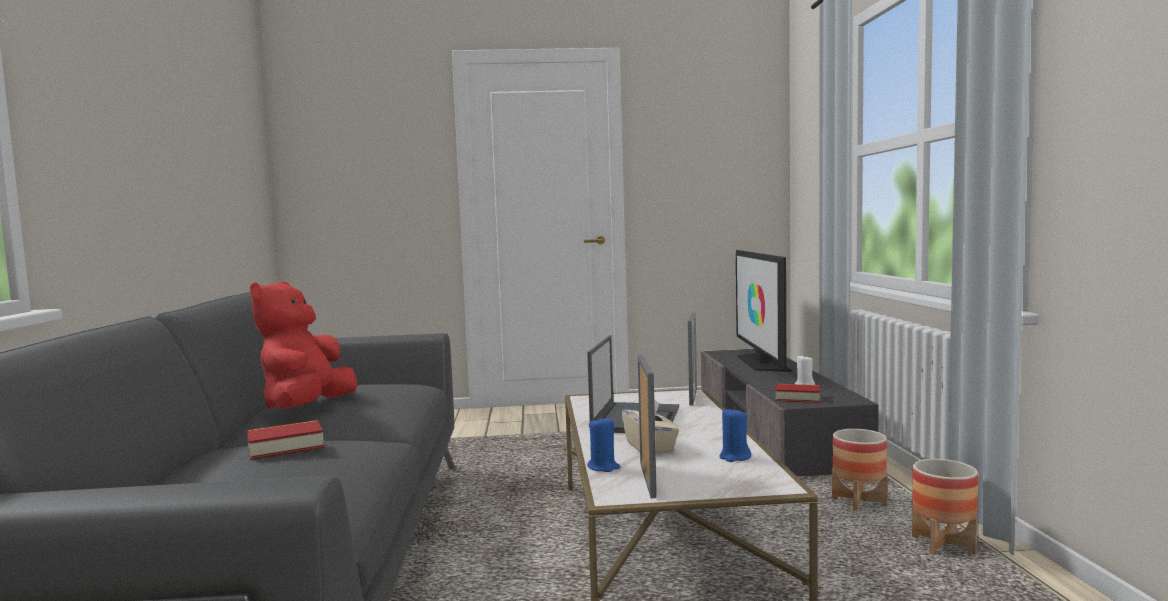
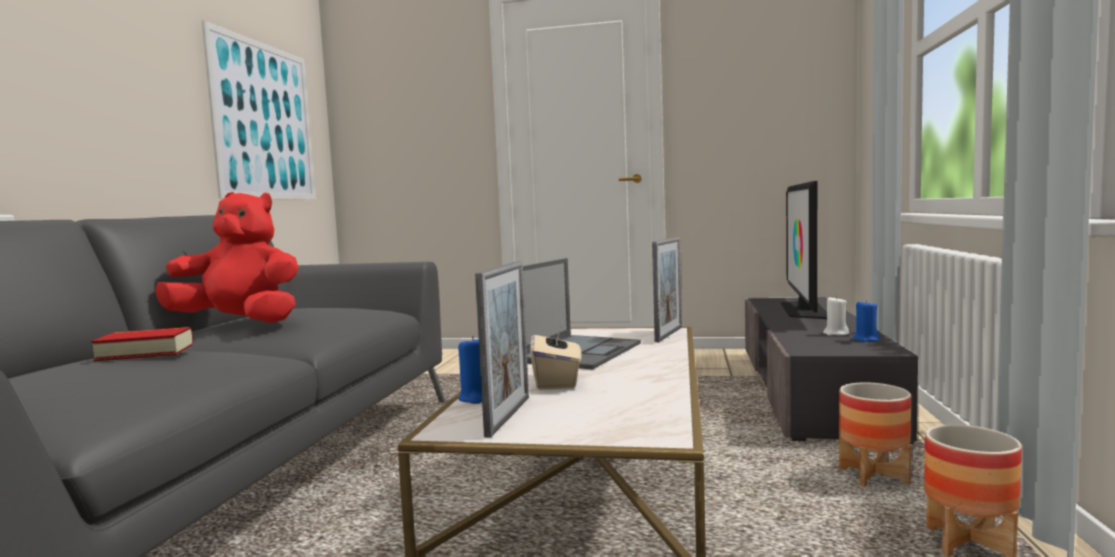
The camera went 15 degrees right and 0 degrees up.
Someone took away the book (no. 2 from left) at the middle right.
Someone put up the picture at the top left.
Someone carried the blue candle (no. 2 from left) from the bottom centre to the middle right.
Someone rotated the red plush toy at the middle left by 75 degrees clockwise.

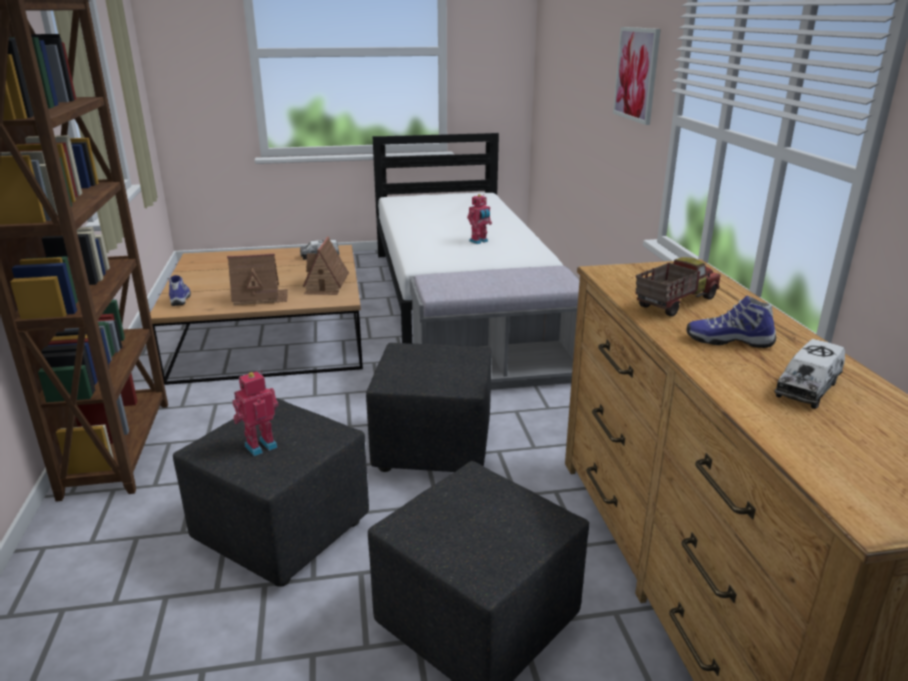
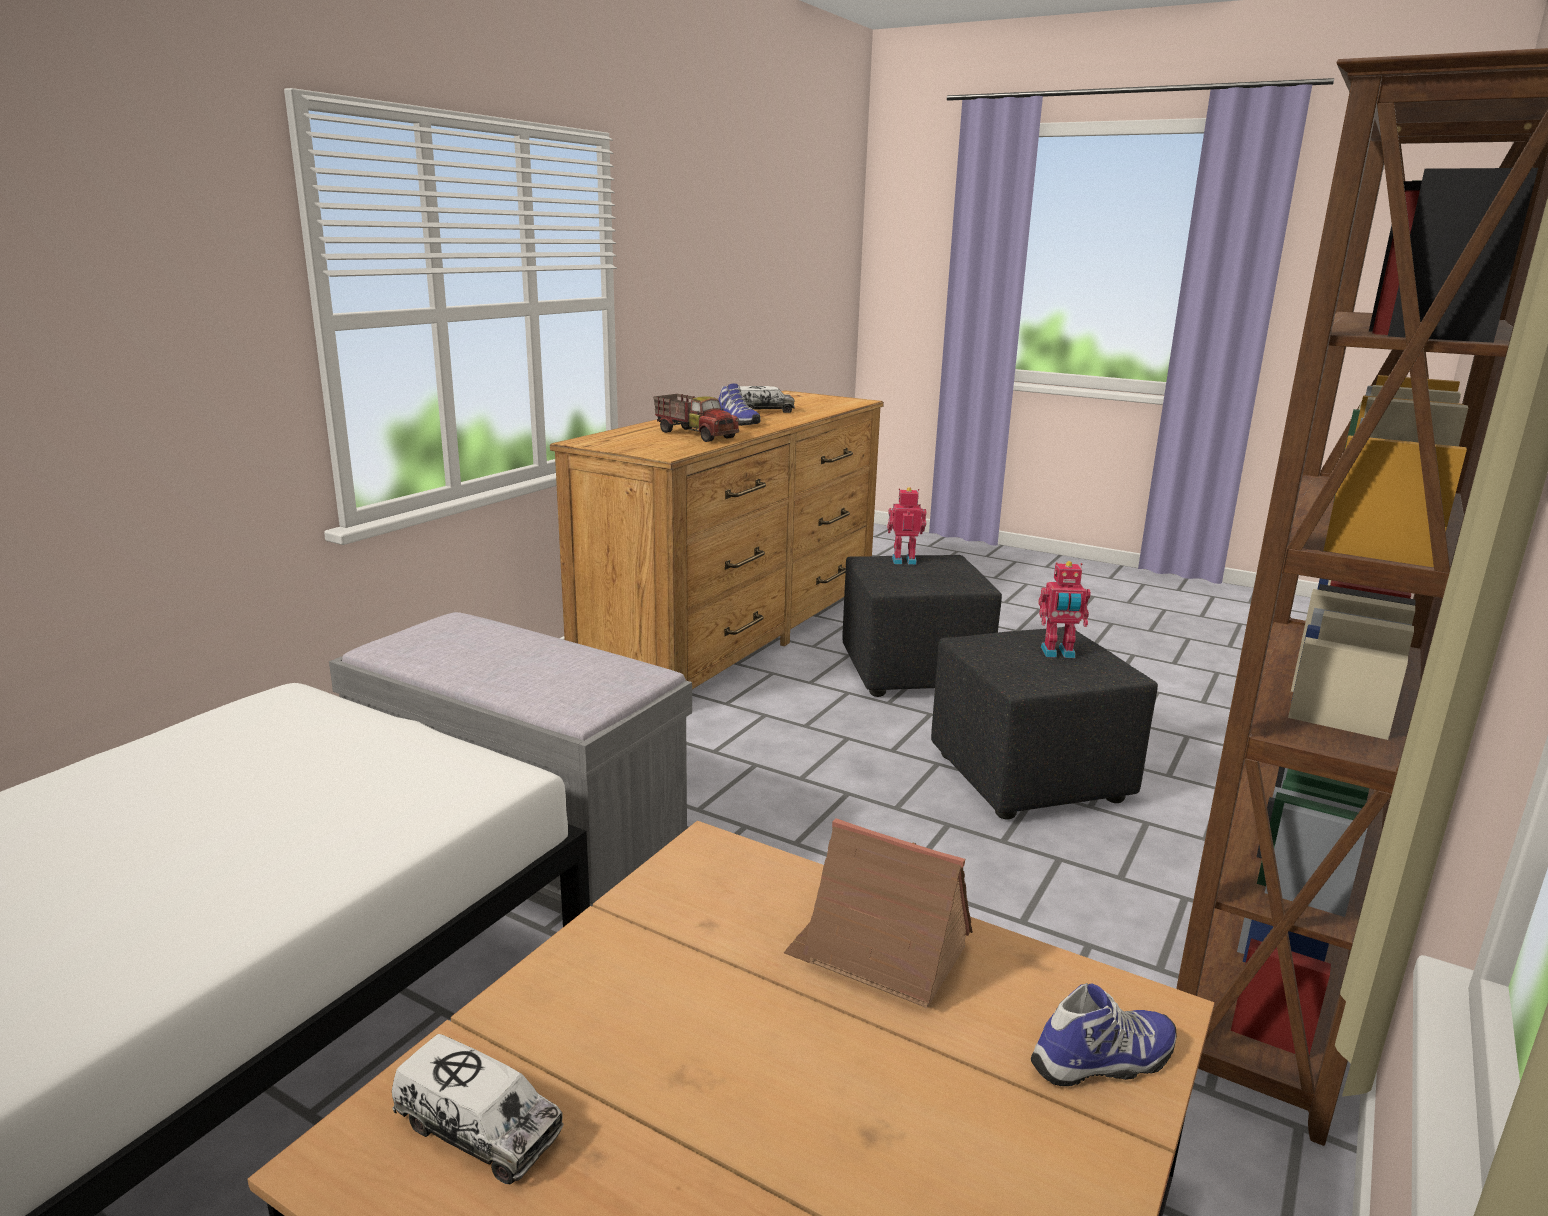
The camera went 140 degrees left and 5 degrees down.
Someone took away the toy house (no. 2 from left) at the centre.
Someone took away the black ottoman (no. 2 from left) at the centre.
Someone took away the picture at the top right.
Someone carried the toy robot (no. 2 from left in the first image) from the top centre to the centre.
Someone rotated the shoe (no. 1 from left in the first image) at the middle left by 135 degrees counterclockwise.
Someone rotated the toy truck (no. 2 from left) at the middle right by 135 degrees counterclockwise.

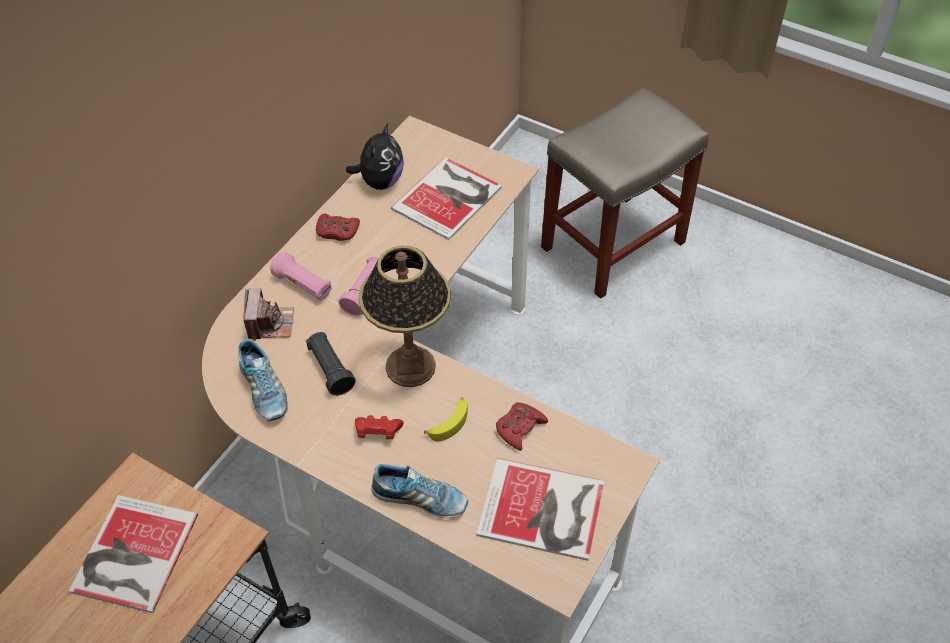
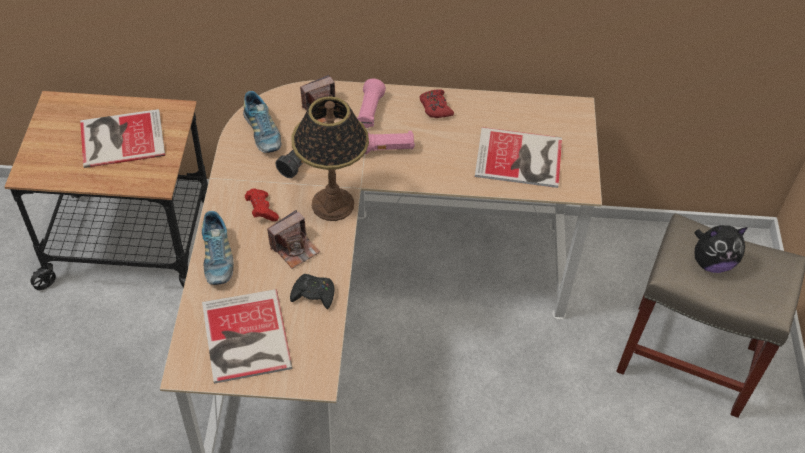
The camera went 60 degrees right and 0 degrees up.
Someone carried the plush toy from the top centre to the middle right.
Someone swapped the banana at the centre for the photo camera (no. 1 from left) at the centre.
Someone repainted the red game controller (no. 3 from left) at the centre, which became the black game controller at the centre.
Someone rotated the shoe (no. 1 from left in the first image) at the middle left by 60 degrees counterclockwise.

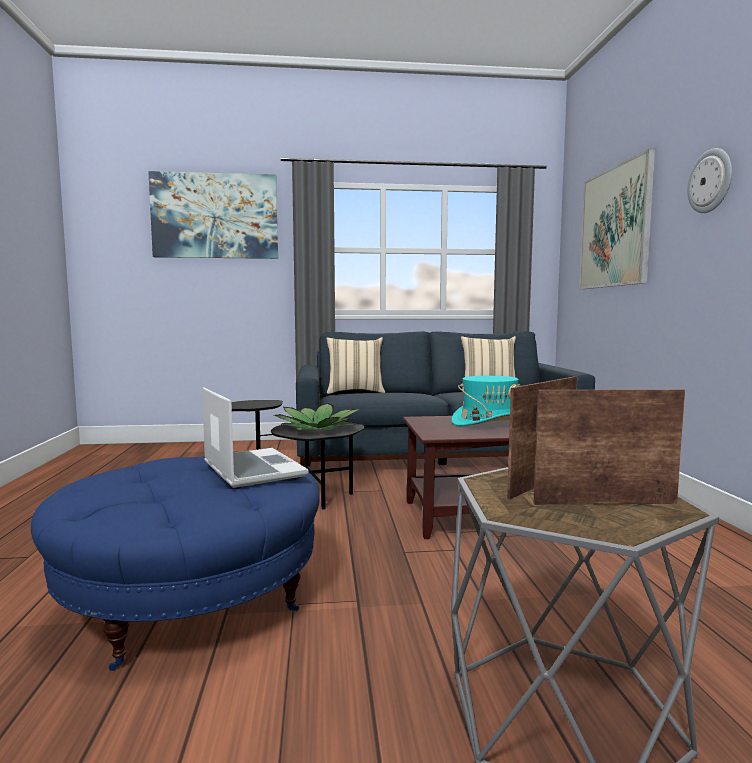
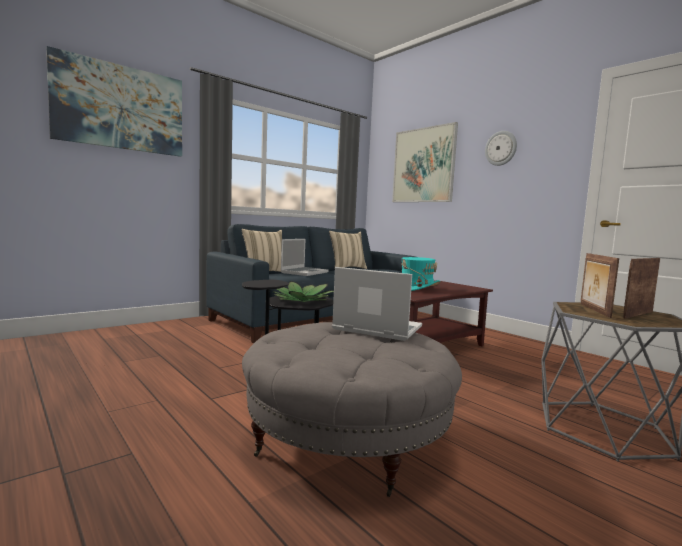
The camera went 35 degrees left and 0 degrees up.
Someone put down the laptop (no. 1 from left) at the centre.
Someone repainted the blue ottoman at the bottom left, which became the grey ottoman at the bottom centre.

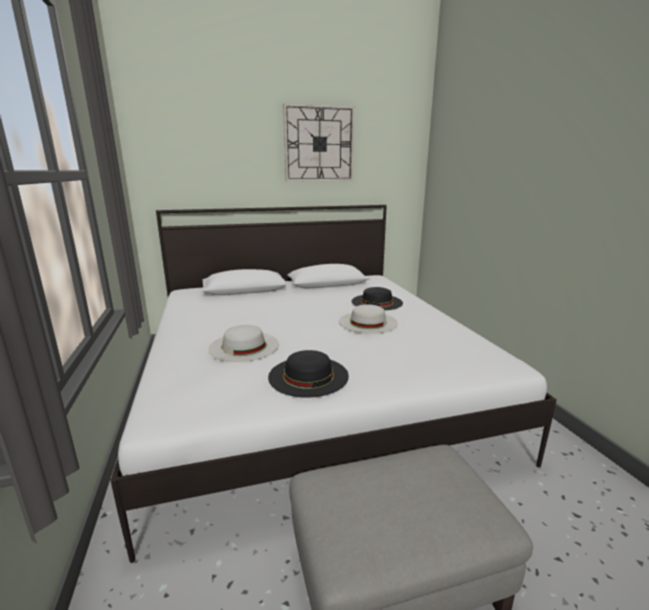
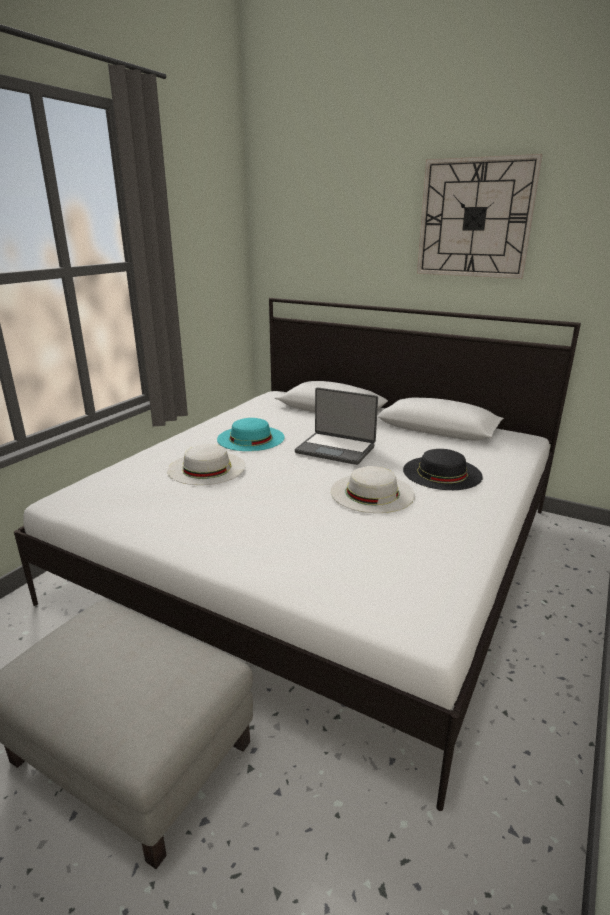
The camera went 45 degrees right and 5 degrees up.
Someone took away the black hat (no. 1 from left) at the centre.
Someone put down the turquoise hat at the centre.
Someone put down the laptop at the centre.

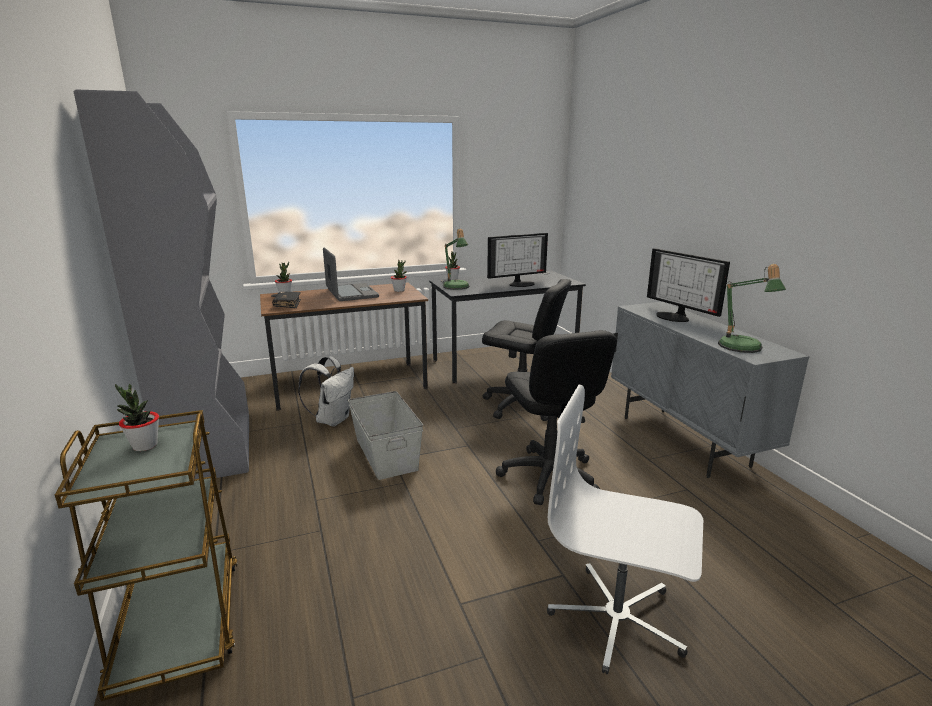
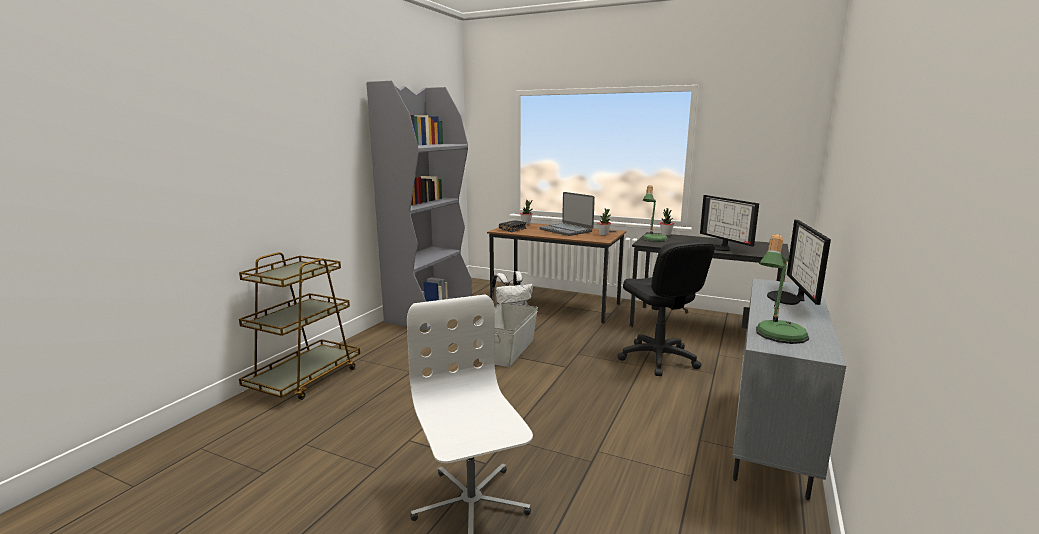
The camera went 45 degrees right and 5 degrees down.
Someone took away the potted plant (no. 1 from left) at the middle left.
Someone took away the black office chair (no. 2 from left) at the centre.
Someone rotated the laptop at the centre by 120 degrees clockwise.
Someone rotated the monitor (no. 1 from left) at the centre by 45 degrees clockwise.

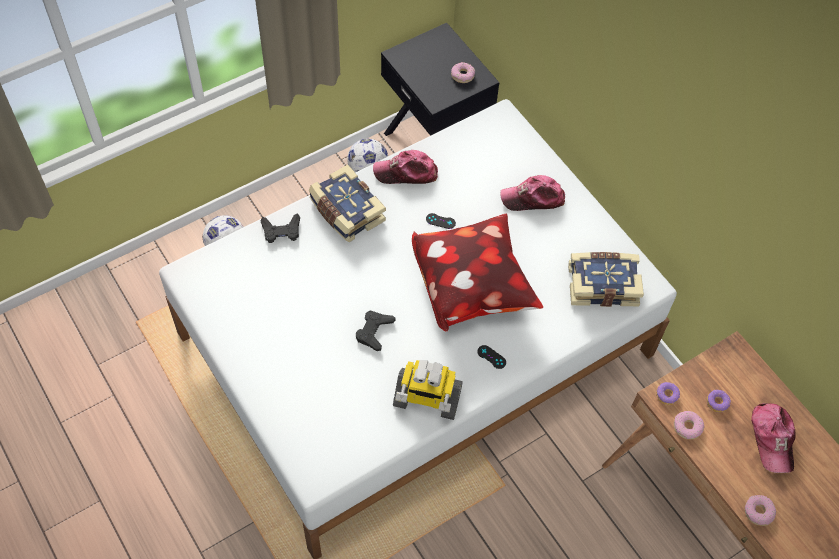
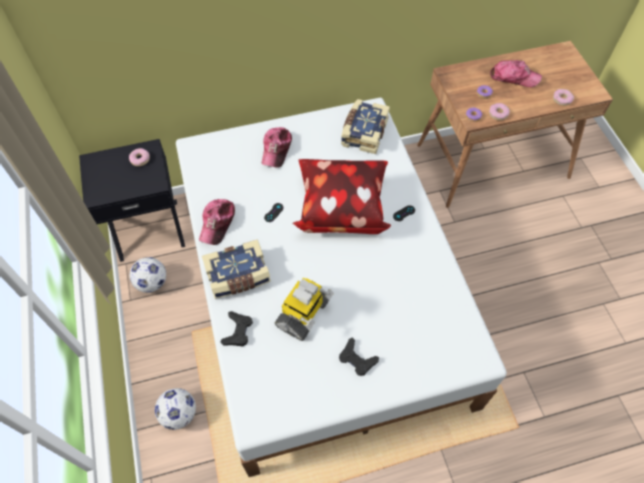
The camera went 70 degrees left and 0 degrees up.
Someone carried the black game controller (no. 2 from left in the first image) from the centre to the bottom centre.
Someone carried the toy robot from the bottom centre to the centre.

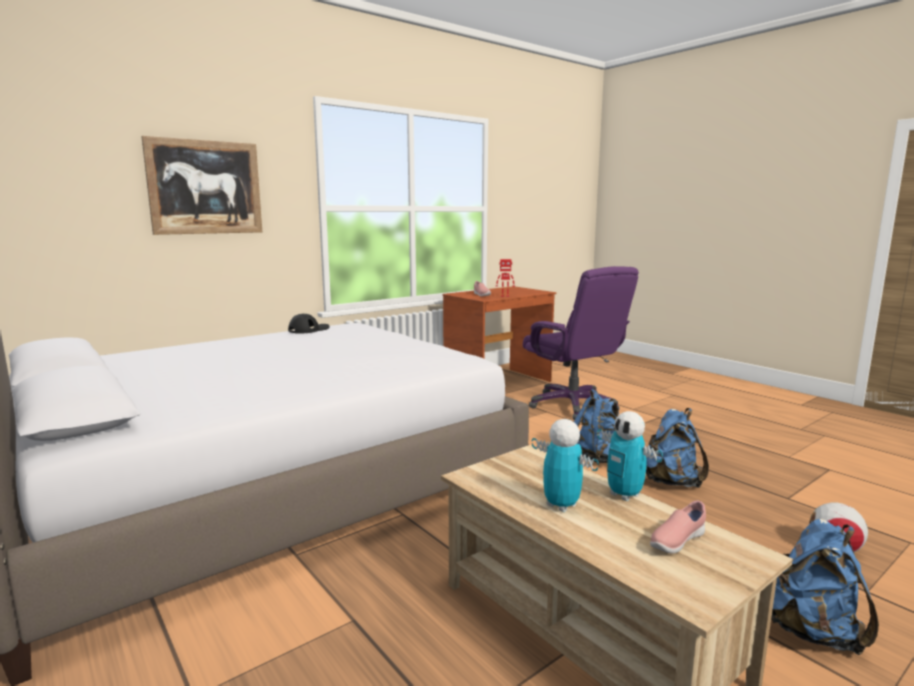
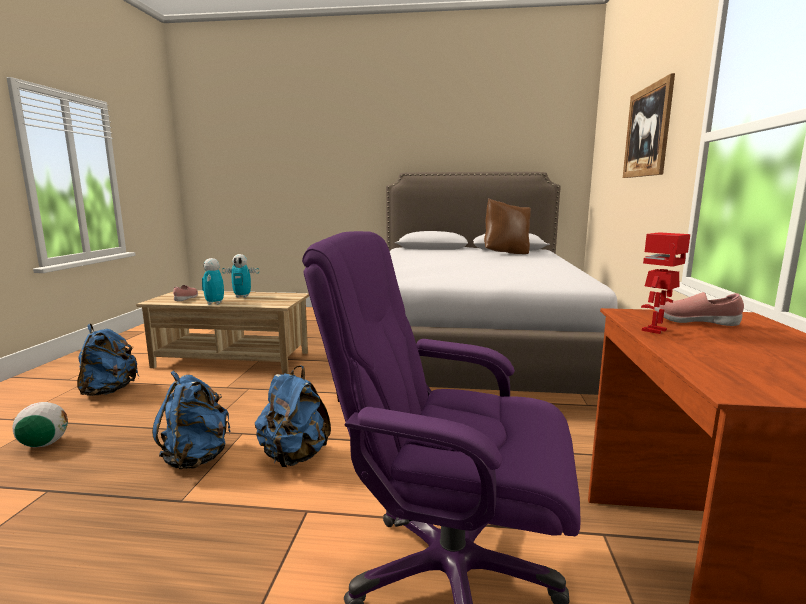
The camera went 135 degrees right and 0 degrees up.
Someone took away the black cap at the centre.
Someone put down the brown pillow at the centre.
Someone rotated the toy robot (no. 3 from left in the first image) at the middle right by 105 degrees counterclockwise.

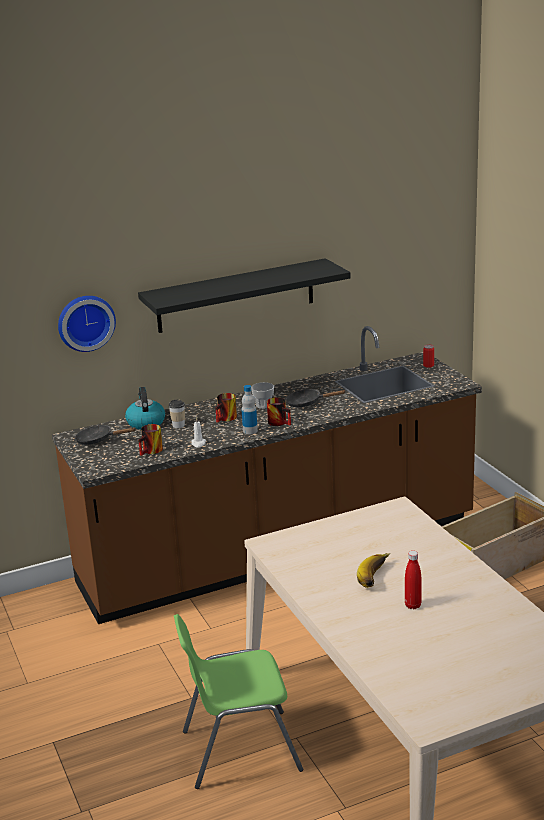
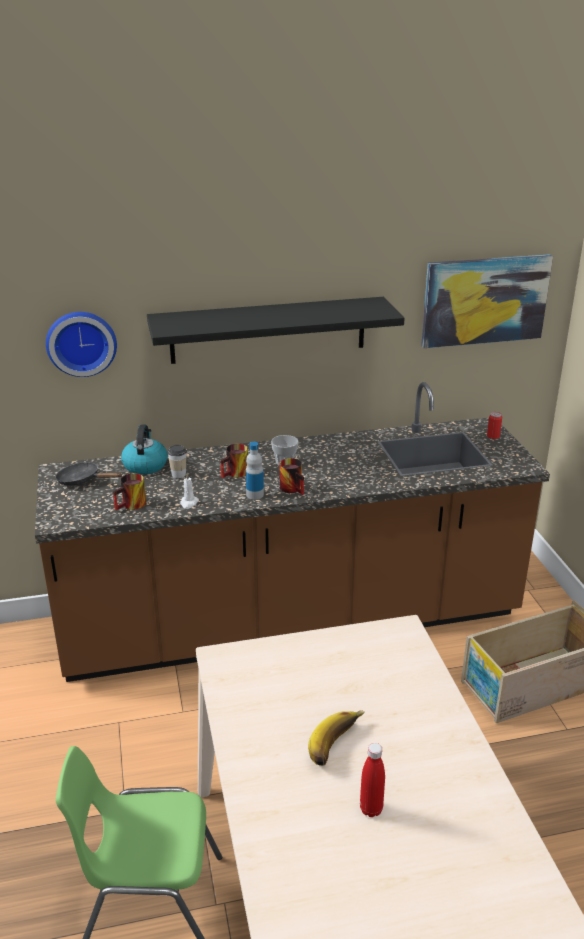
The camera went 10 degrees right and 5 degrees up.
Someone took away the black frying pan (no. 2 from left) at the centre.
Someone put up the picture at the top right.

